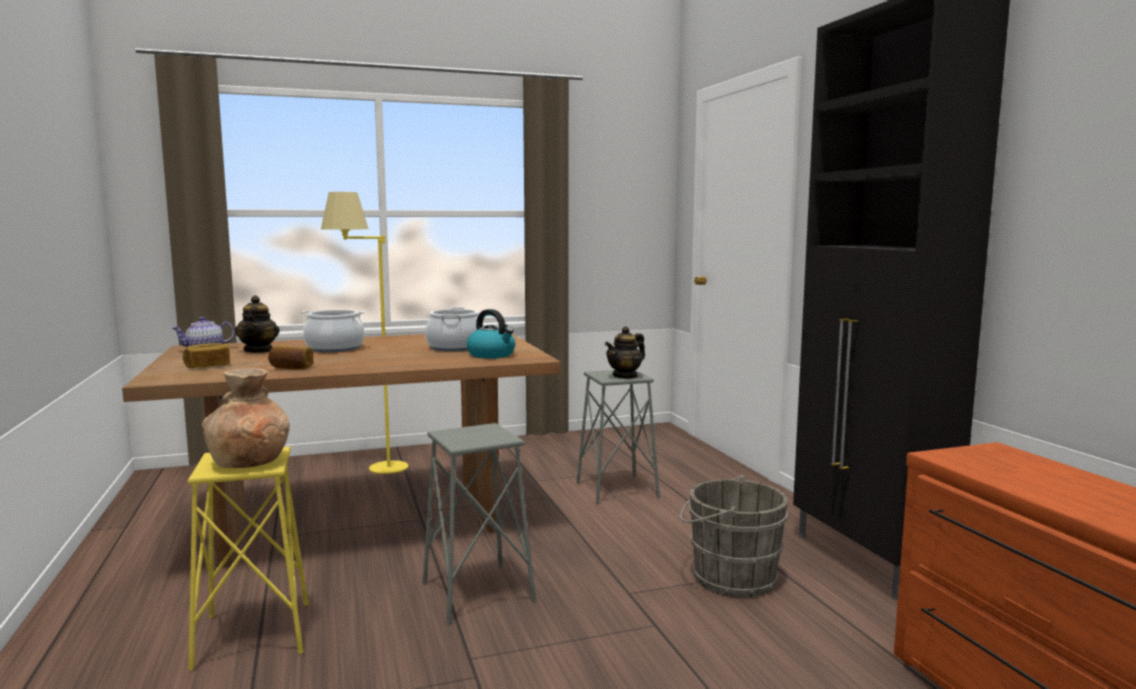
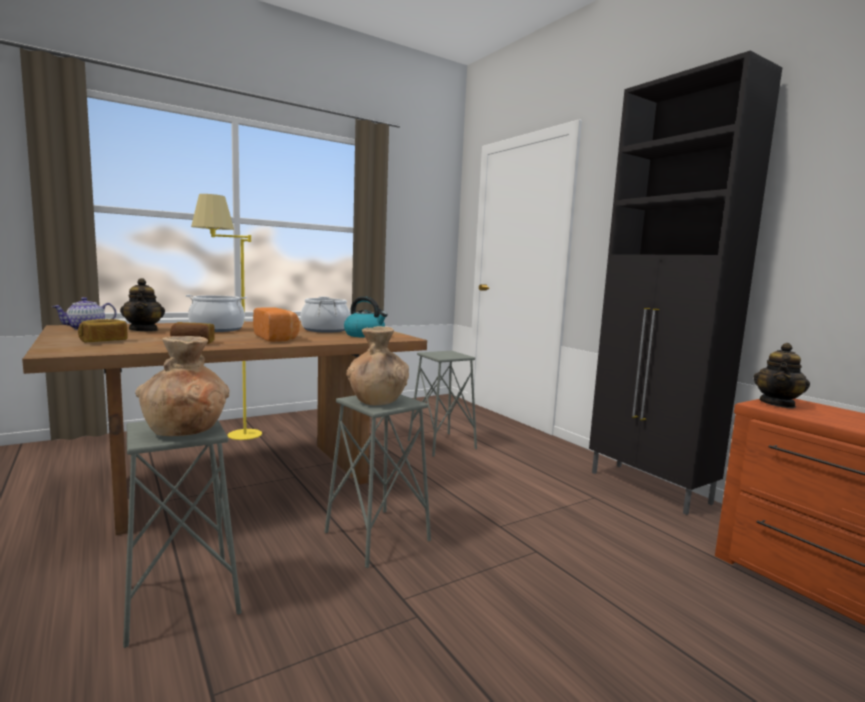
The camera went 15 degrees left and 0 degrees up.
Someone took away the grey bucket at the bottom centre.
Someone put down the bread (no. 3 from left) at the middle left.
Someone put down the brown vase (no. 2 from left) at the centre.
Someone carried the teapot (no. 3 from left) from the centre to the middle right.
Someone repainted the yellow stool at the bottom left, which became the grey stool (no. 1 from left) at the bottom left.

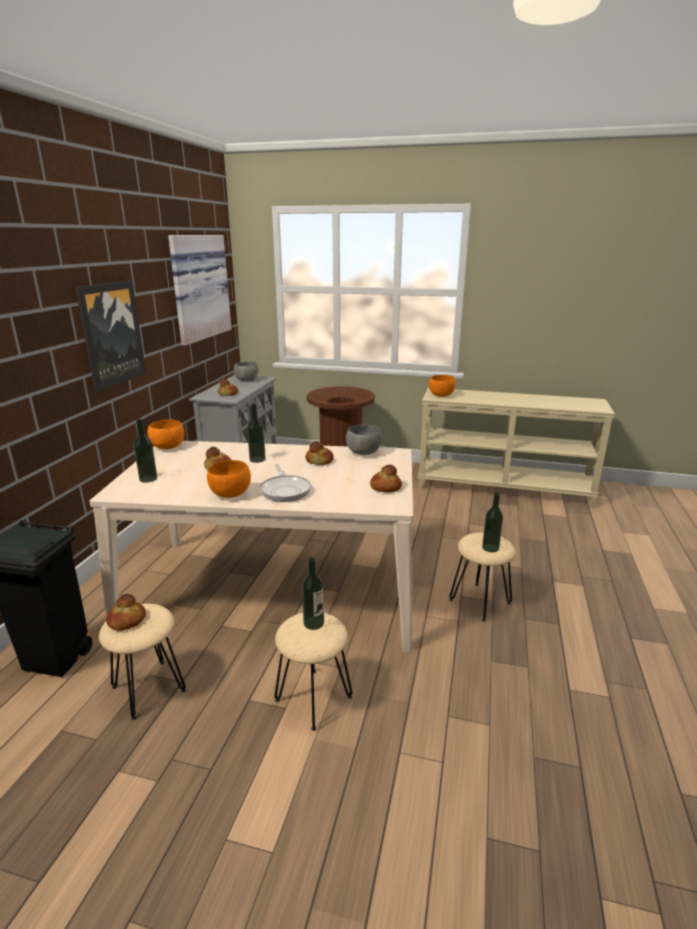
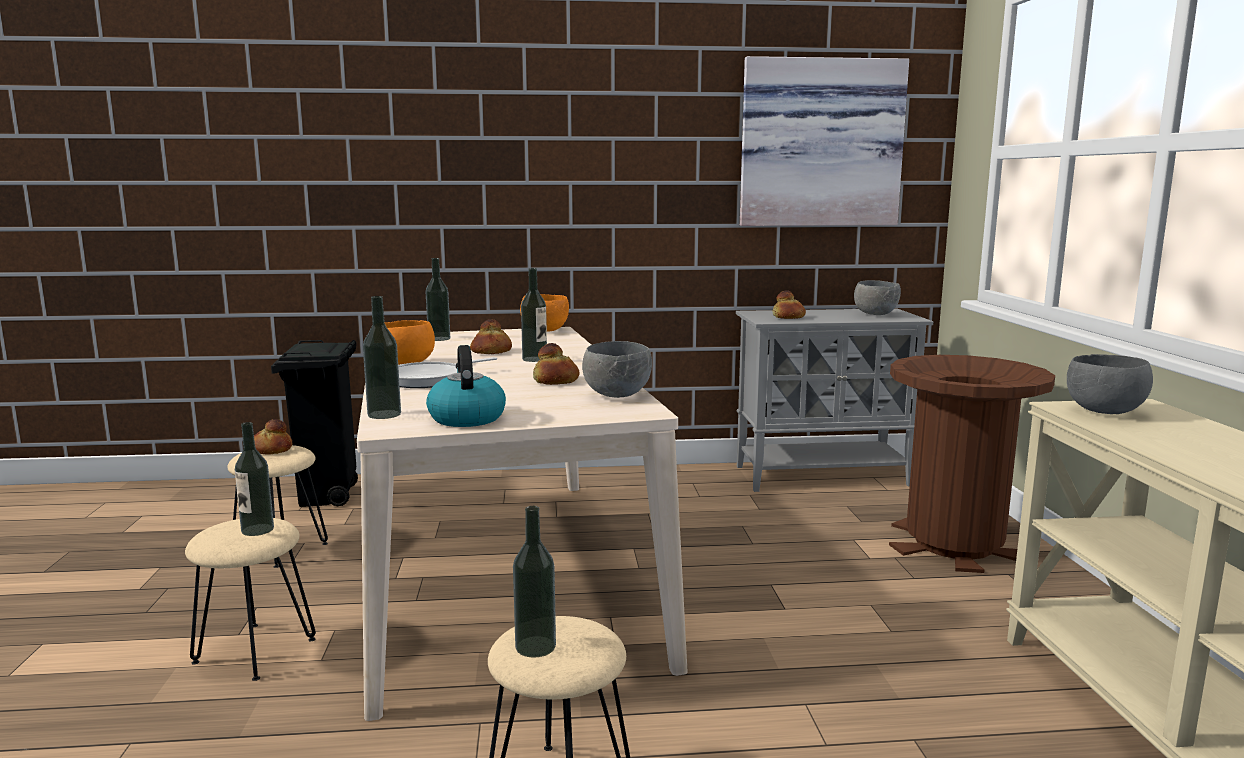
The camera went 70 degrees right and 10 degrees down.
Someone took away the picture (no. 1 from left) at the middle left.
Someone put down the bottle (no. 2 from left) at the middle left.
Someone swapped the bread (no. 5 from left) at the centre for the kettle at the centre.
Someone repainted the orange bowl (no. 3 from left) at the centre, which became the grey bowl (no. 3 from left) at the middle right.

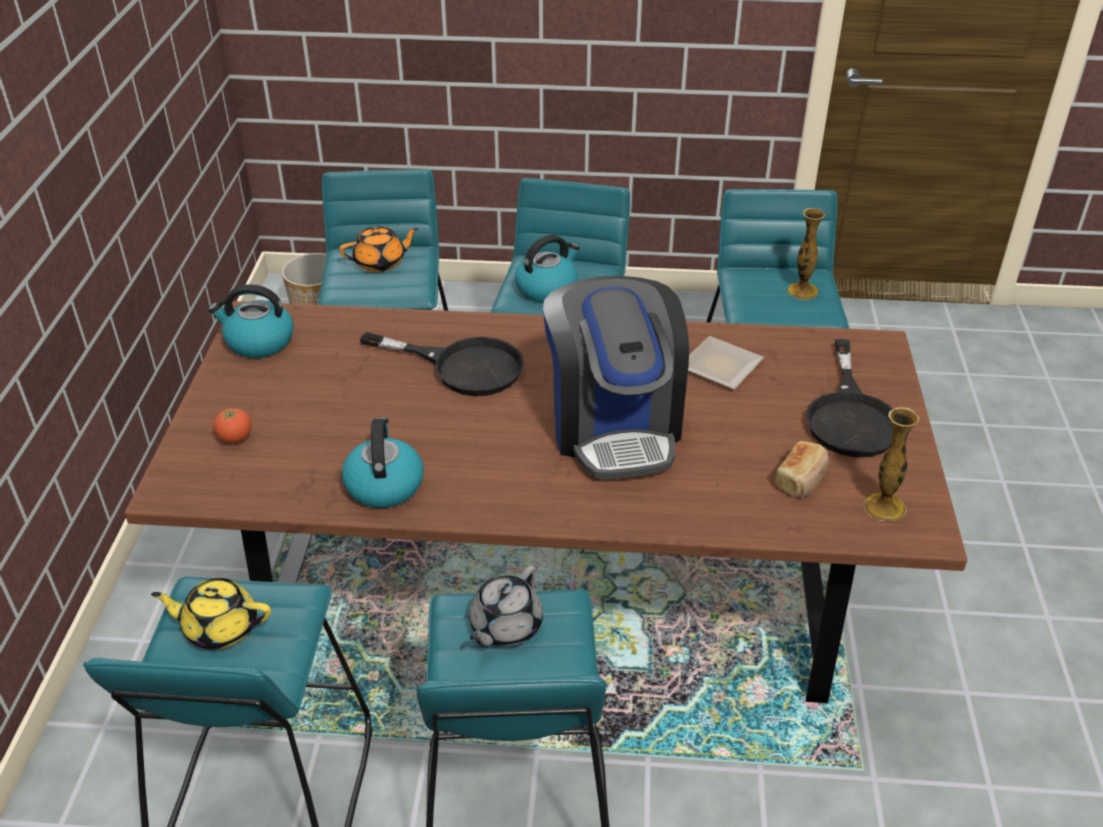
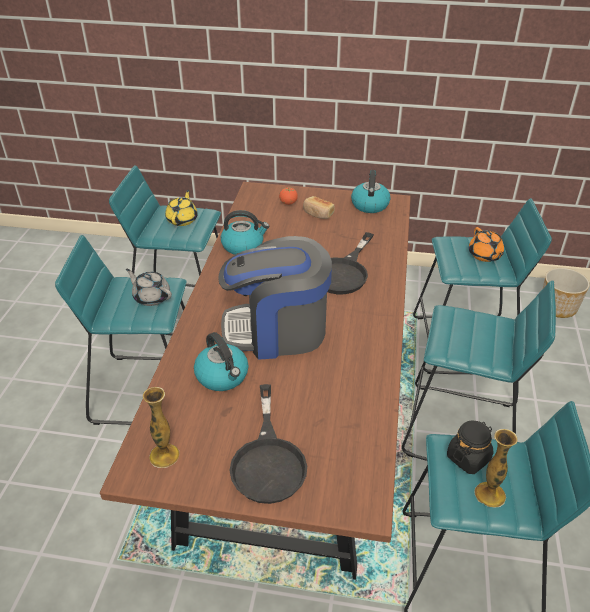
The camera went 95 degrees right and 0 degrees up.
Someone took away the plate at the centre.
Someone put down the black jar at the bottom right.
Someone carried the kettle (no. 3 from left in the first image) from the top centre to the centre.
Someone carried the bread from the middle right to the centre.
Someone rotated the black frying pan (no. 2 from left in the first image) at the middle right by 105 degrees counterclockwise.

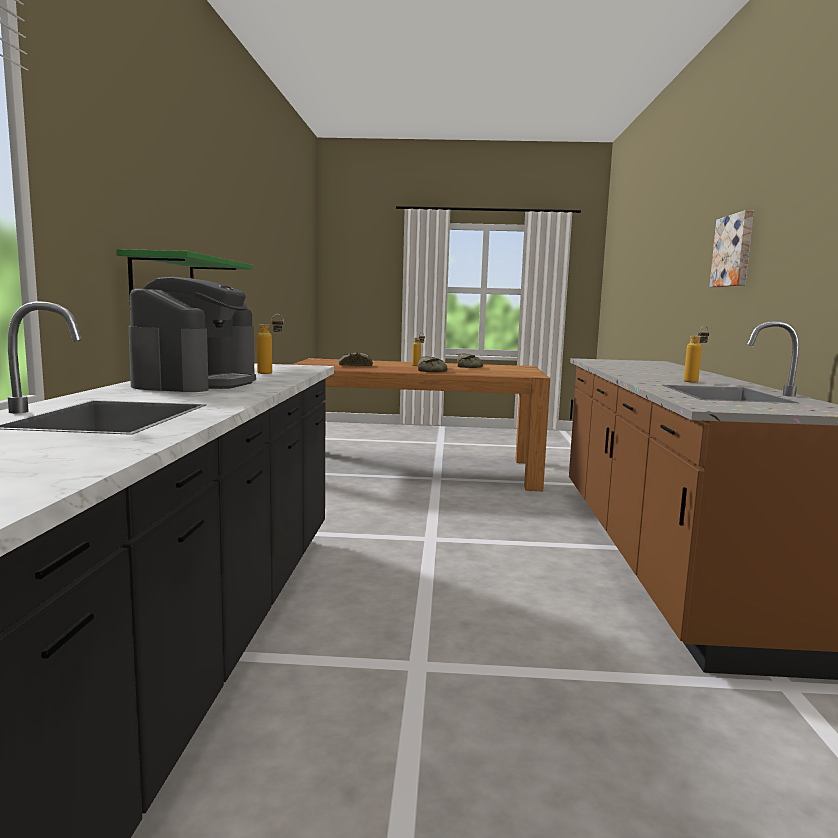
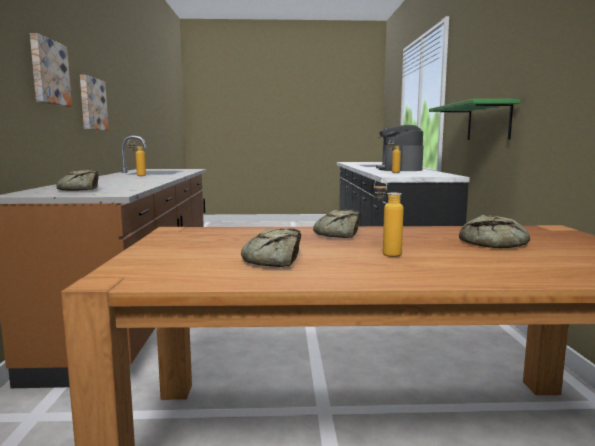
The camera went 175 degrees right and 0 degrees up.
Someone put down the bread (no. 1 from left) at the middle left.
Someone put up the picture (no. 2 from left) at the top left.

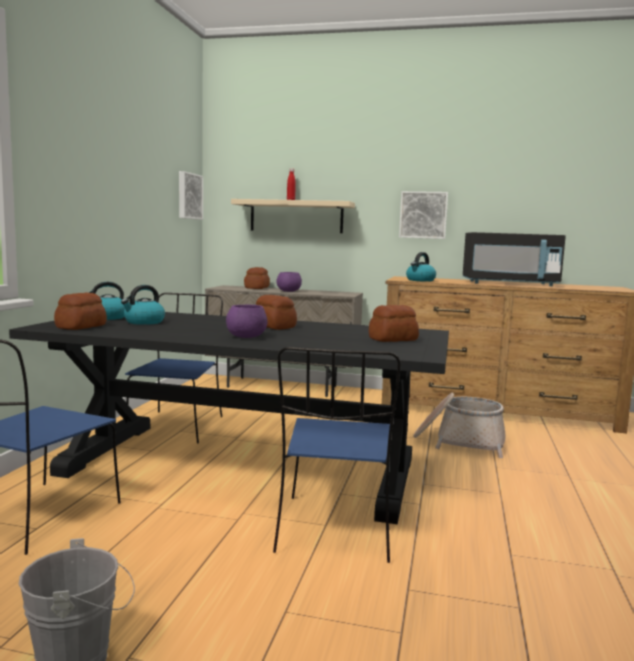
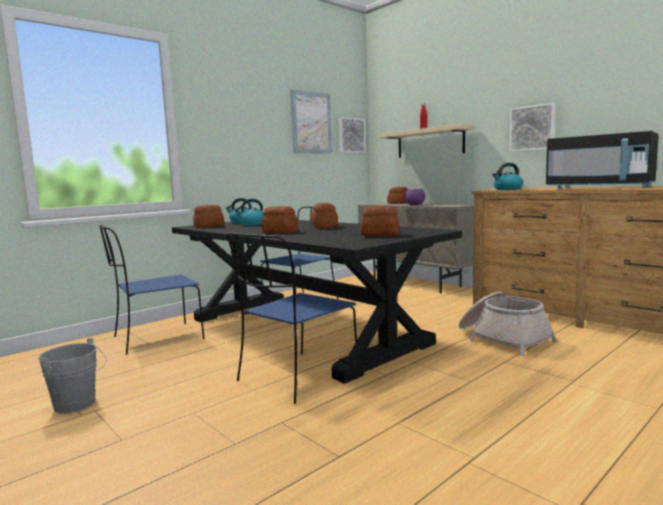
The camera went 35 degrees right and 0 degrees up.
Someone put up the picture (no. 1 from left) at the top centre.
Someone swapped the purple bowl (no. 1 from left) at the centre for the bread (no. 2 from left) at the centre.

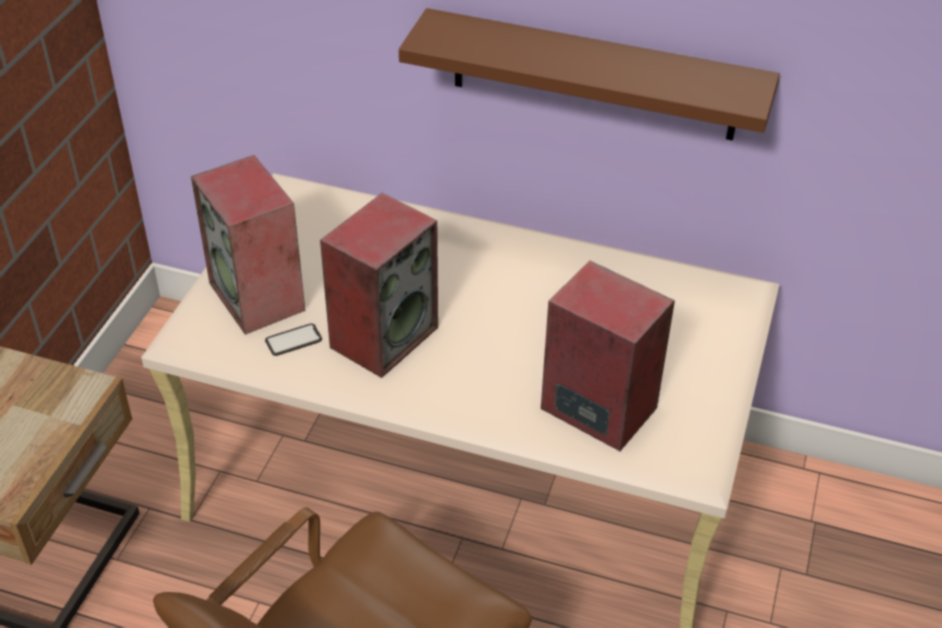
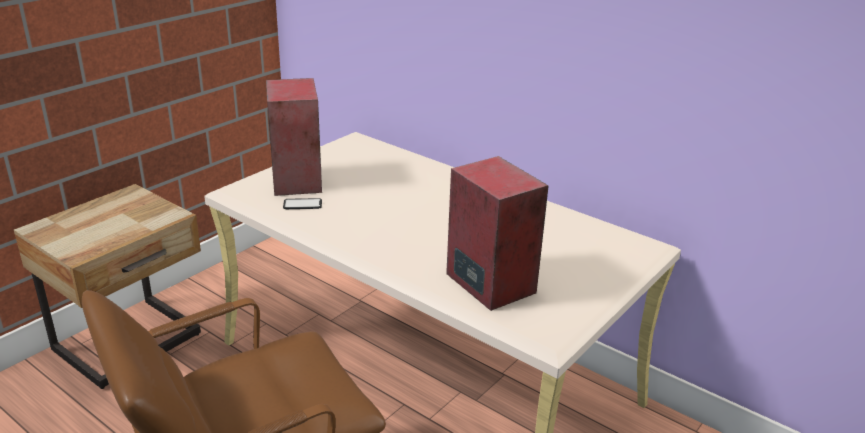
The camera went 20 degrees right and 15 degrees down.
Someone took away the speaker (no. 2 from left) at the centre.
Someone took away the brown shelf at the top centre.

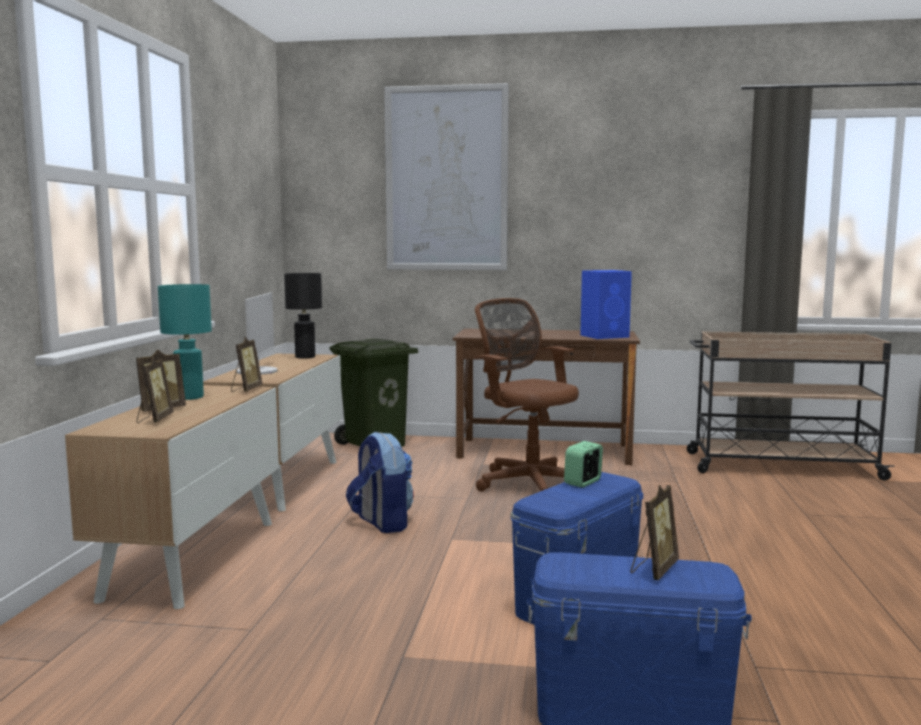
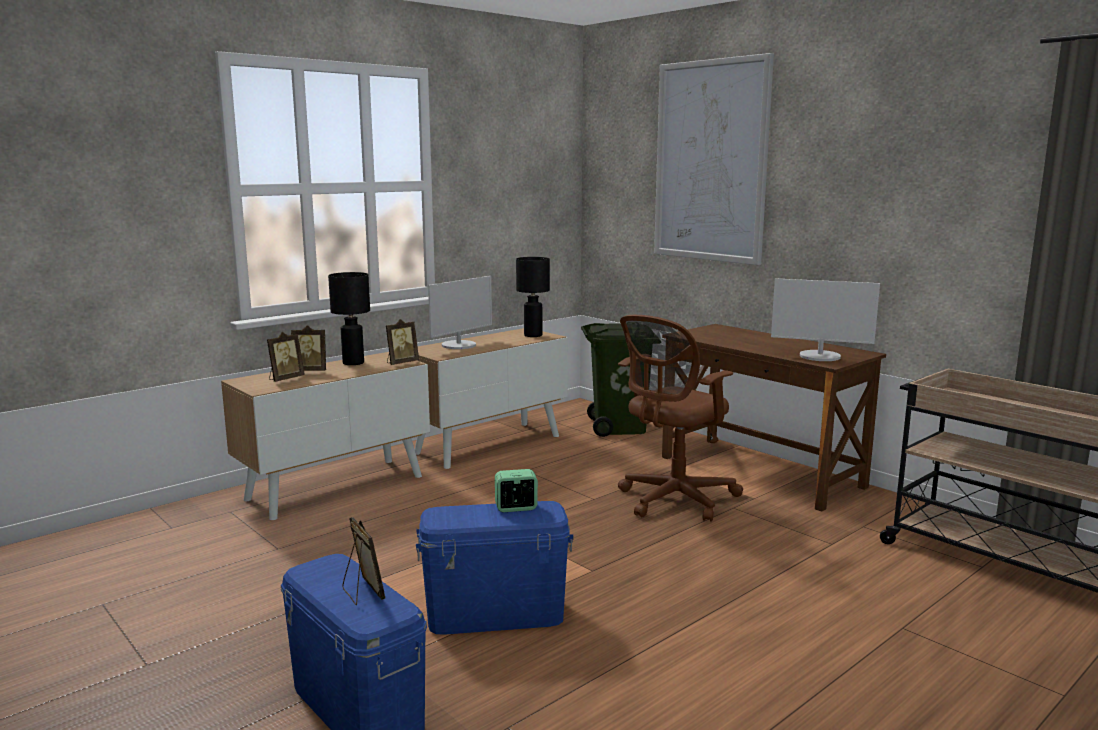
The camera went 40 degrees right and 5 degrees up.
Someone took away the backpack at the centre.
Someone swapped the blue speaker at the centre for the monitor (no. 2 from left) at the middle right.
Someone repainted the turquoise table lamp at the middle left, which became the black table lamp (no. 1 from left) at the middle left.
Someone rotated the brown office chair at the centre by 135 degrees counterclockwise.
Someone rotated the picture frame (no. 4 from left in the first image) at the bottom right by 105 degrees counterclockwise.

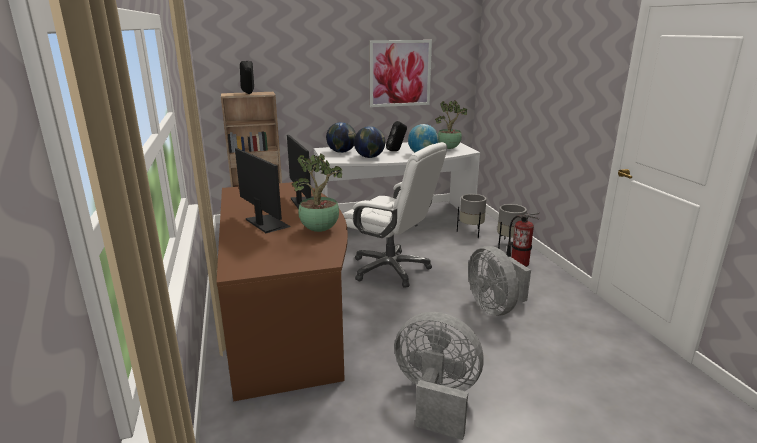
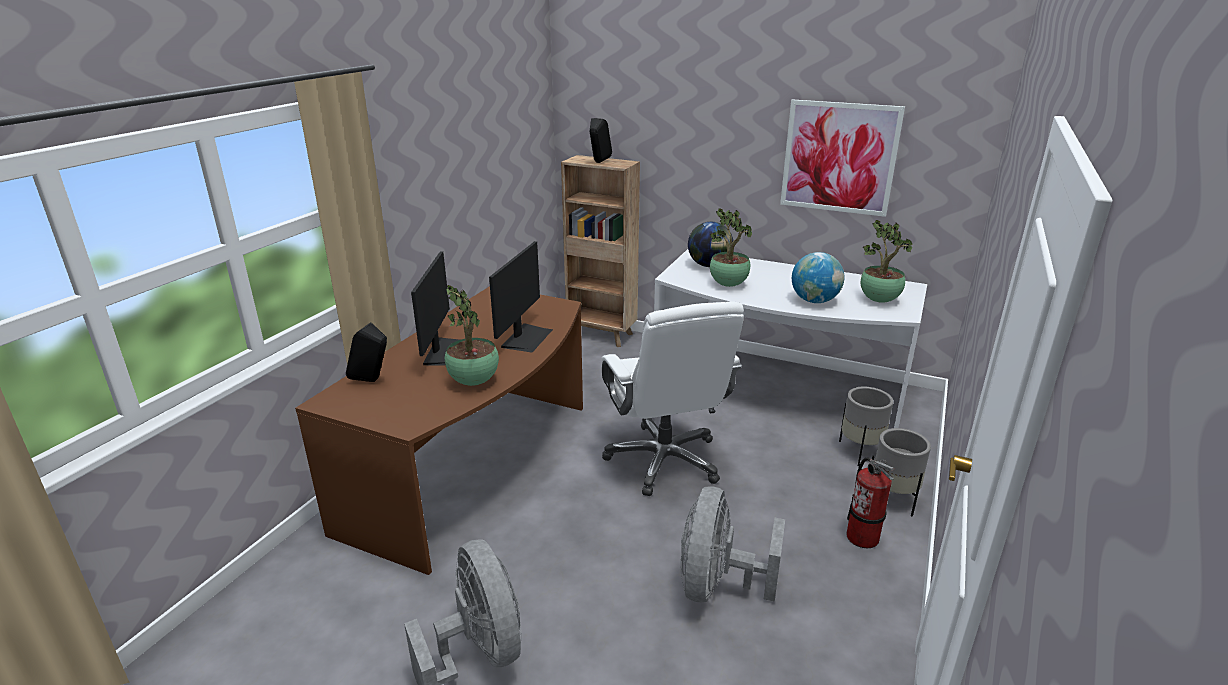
The camera went 40 degrees right and 5 degrees up.
Someone carried the black speaker (no. 2 from left in the first image) from the top centre to the middle left.
Someone swapped the globe (no. 2 from left) at the top centre for the potted plant (no. 2 from left) at the centre.

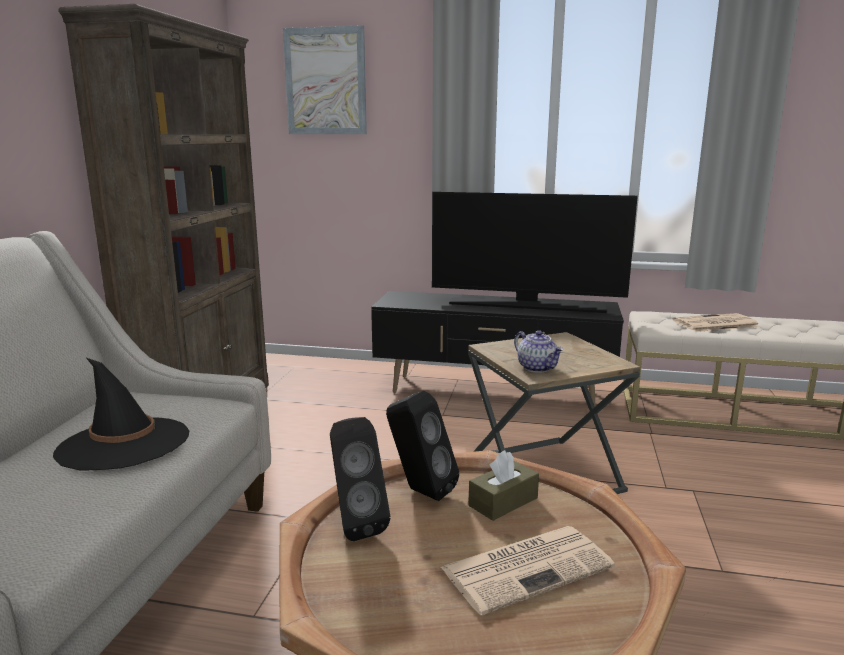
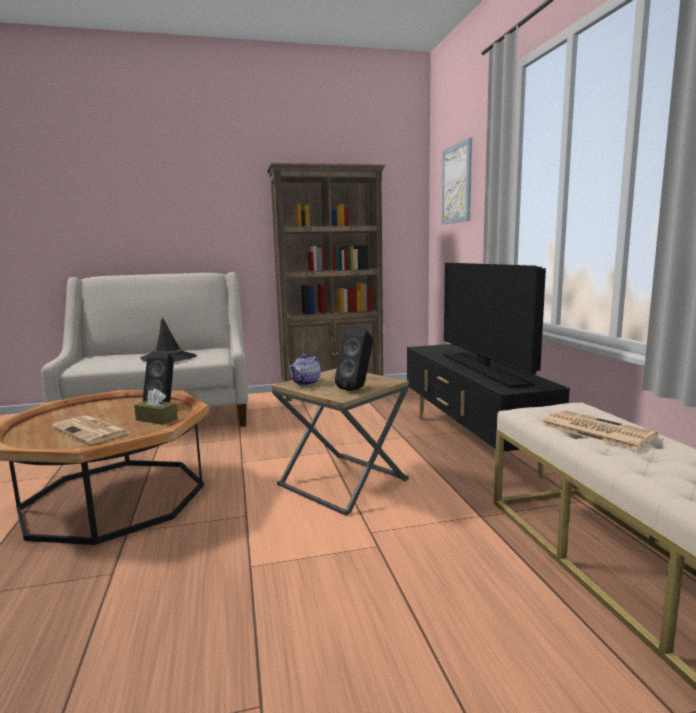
The camera went 65 degrees right and 5 degrees down.
Someone carried the black speaker (no. 1 from left in the first image) from the bottom centre to the centre.

